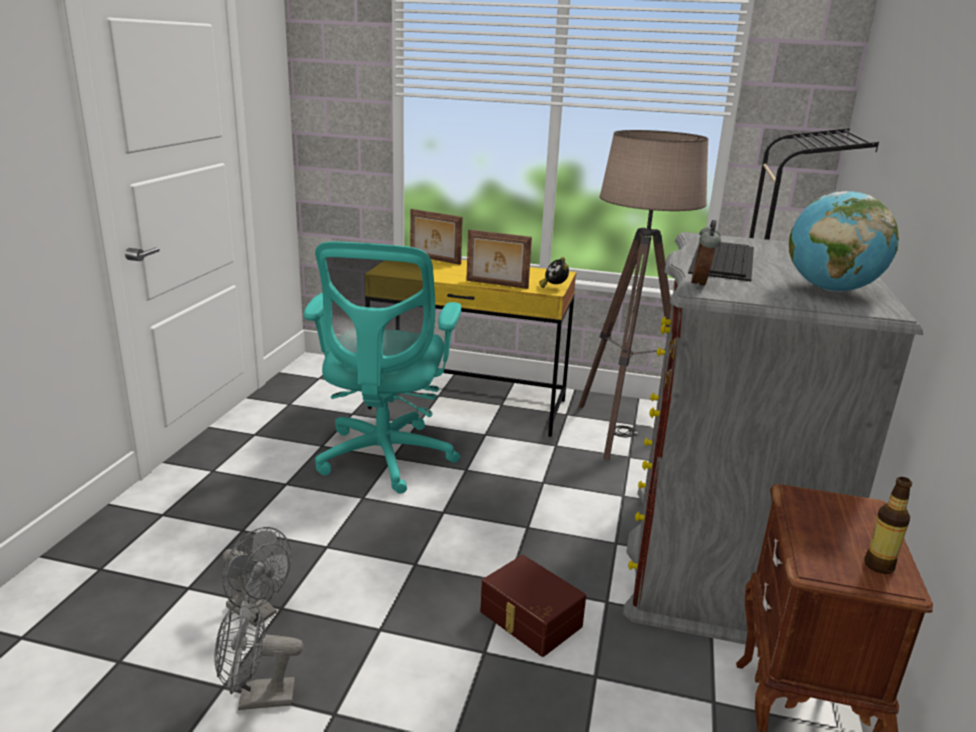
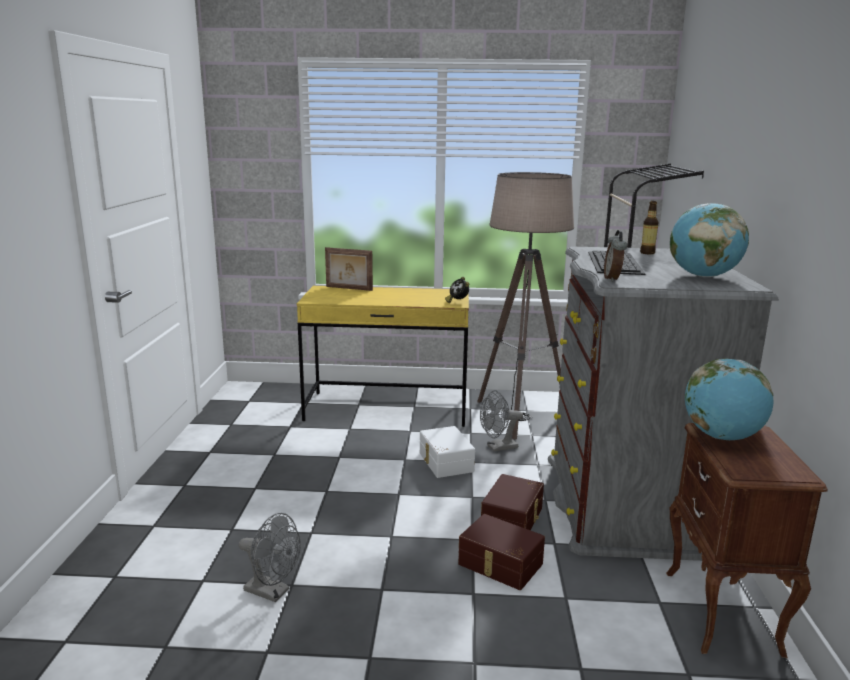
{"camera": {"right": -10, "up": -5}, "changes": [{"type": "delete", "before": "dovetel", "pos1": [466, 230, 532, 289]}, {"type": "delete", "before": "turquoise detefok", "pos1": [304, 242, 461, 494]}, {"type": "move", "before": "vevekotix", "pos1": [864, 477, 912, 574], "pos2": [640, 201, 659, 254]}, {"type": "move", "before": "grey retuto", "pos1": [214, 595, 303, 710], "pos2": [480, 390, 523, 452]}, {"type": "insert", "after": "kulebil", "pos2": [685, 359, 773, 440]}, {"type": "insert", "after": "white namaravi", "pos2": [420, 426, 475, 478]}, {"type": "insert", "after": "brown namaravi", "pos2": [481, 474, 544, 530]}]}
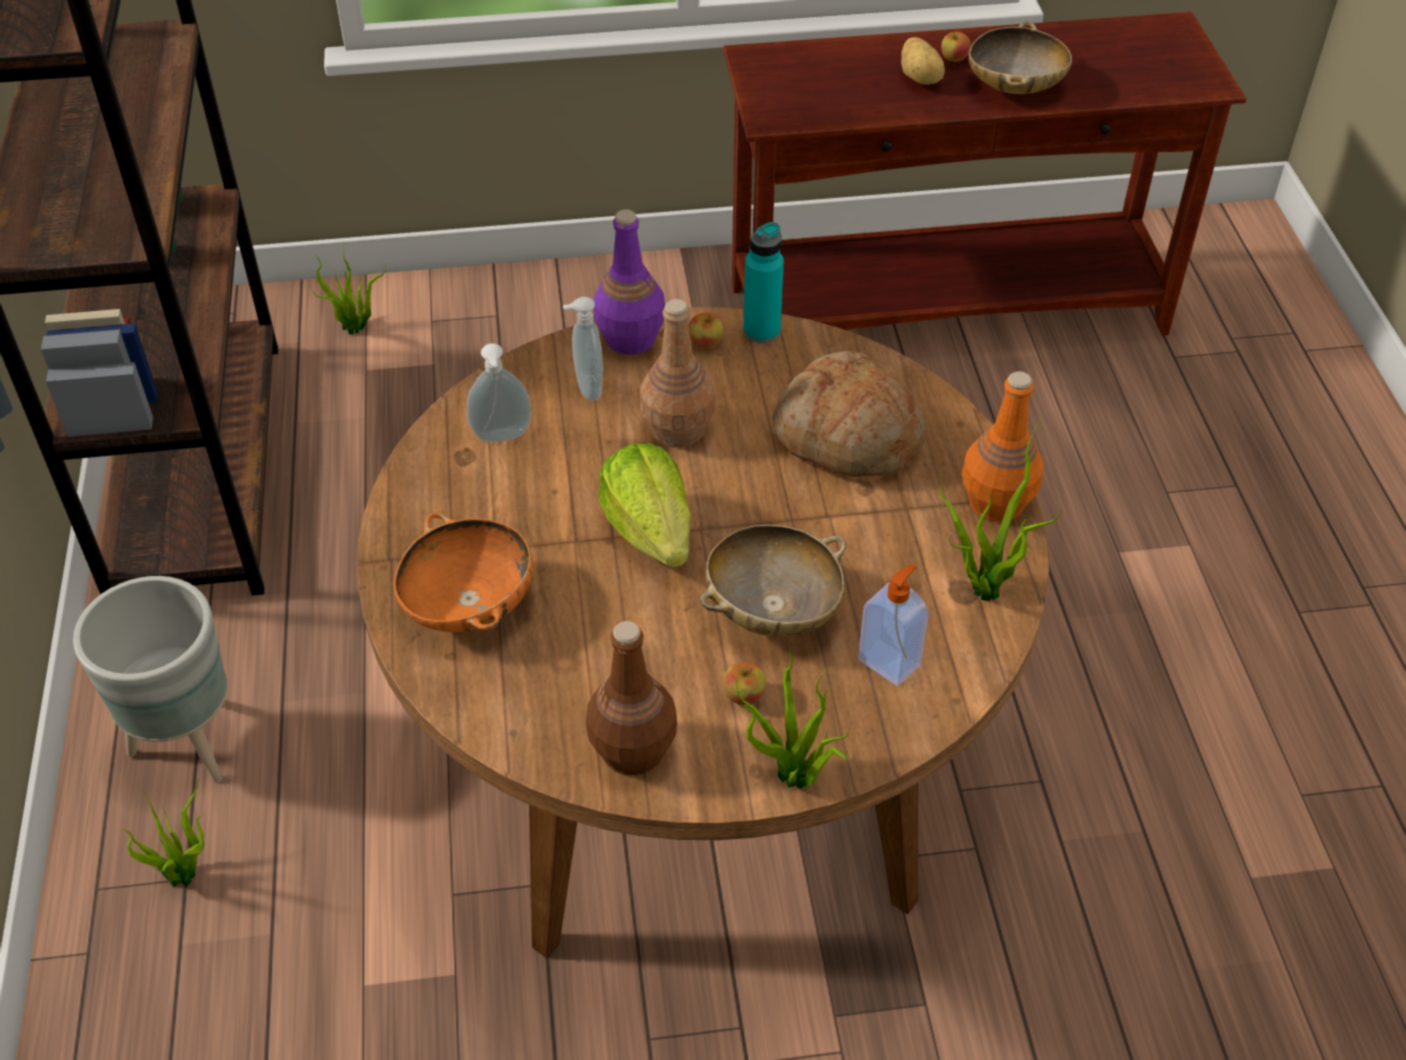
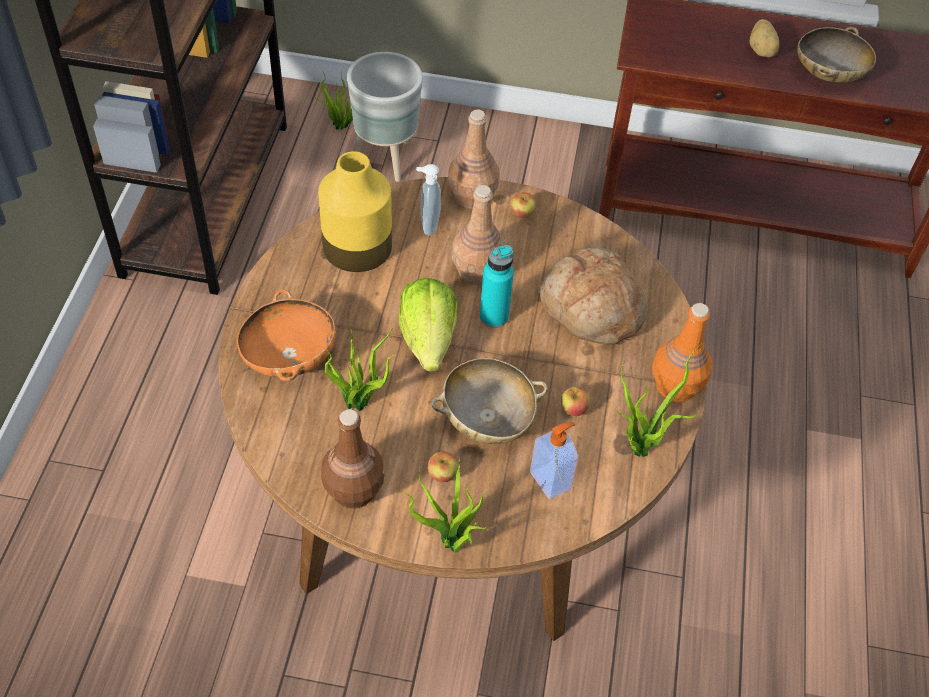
{"camera": {"right": 15, "up": 5}, "changes": [{"type": "move", "before": "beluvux", "pos1": [941, 31, 971, 62], "pos2": [561, 387, 590, 416]}, {"type": "recolor", "before": "purple vevekotix", "after": "brown vevekotix", "pos1": [594, 209, 665, 355], "pos2": [448, 110, 500, 209]}, {"type": "move", "before": "turquoise vevekotix", "pos1": [743, 222, 784, 343], "pos2": [480, 245, 514, 328]}, {"type": "replace", "before": "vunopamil", "after": "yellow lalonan", "pos1": [467, 343, 531, 442], "pos2": [318, 151, 392, 272]}, {"type": "move", "before": "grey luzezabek", "pos1": [73, 576, 227, 783], "pos2": [347, 52, 423, 182]}, {"type": "move", "before": "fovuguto", "pos1": [121, 783, 204, 888], "pos2": [325, 324, 397, 411]}]}
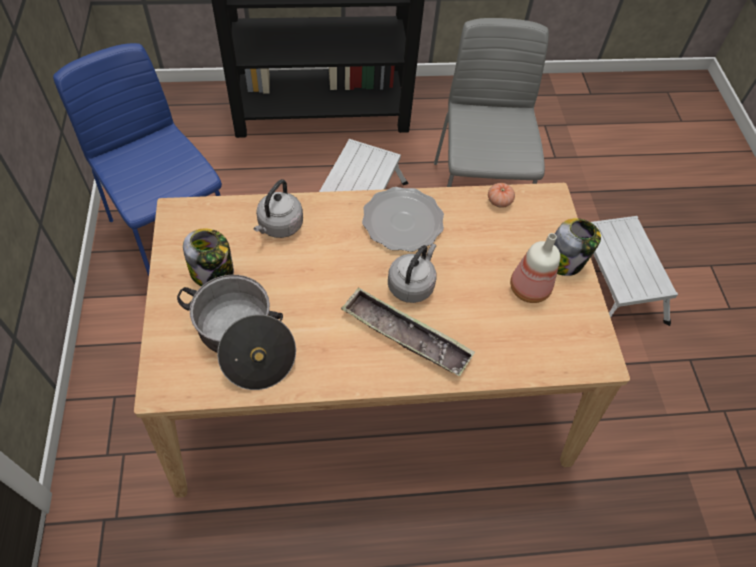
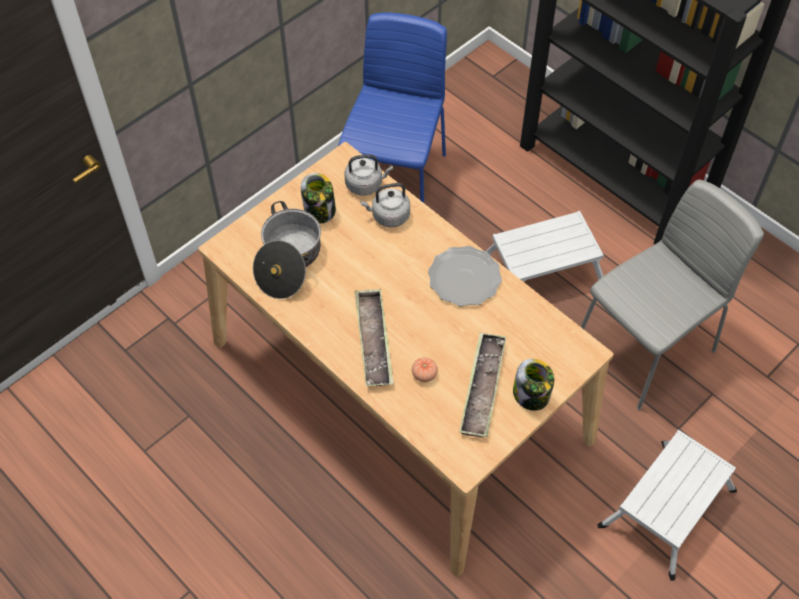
{"camera": {"right": 55, "up": 0}, "changes": [{"type": "move", "before": "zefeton", "pos1": [488, 183, 515, 208], "pos2": [412, 357, 438, 382]}, {"type": "replace", "before": "vevekotix", "after": "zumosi", "pos1": [510, 233, 561, 303], "pos2": [459, 333, 506, 438]}, {"type": "move", "before": "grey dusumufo", "pos1": [388, 244, 436, 303], "pos2": [345, 154, 393, 195]}]}
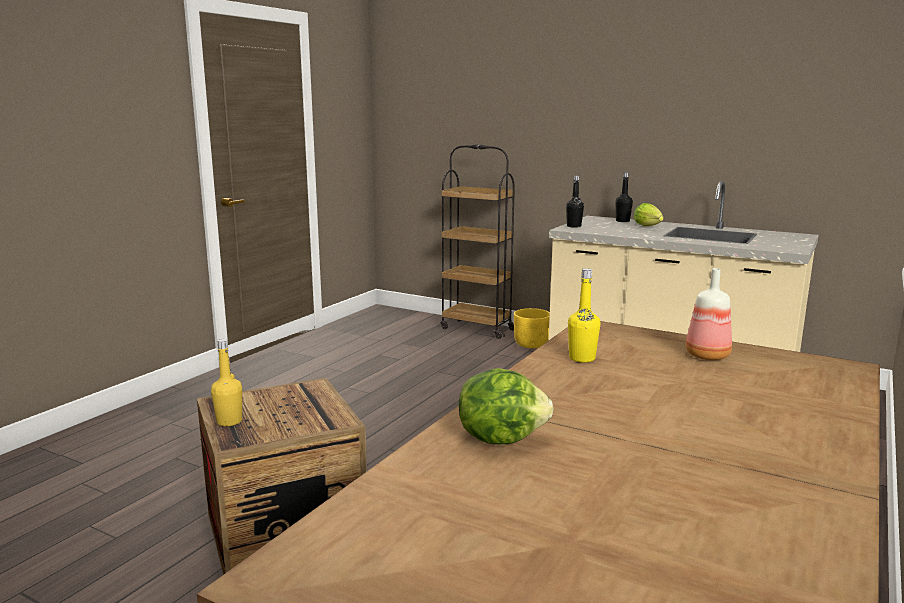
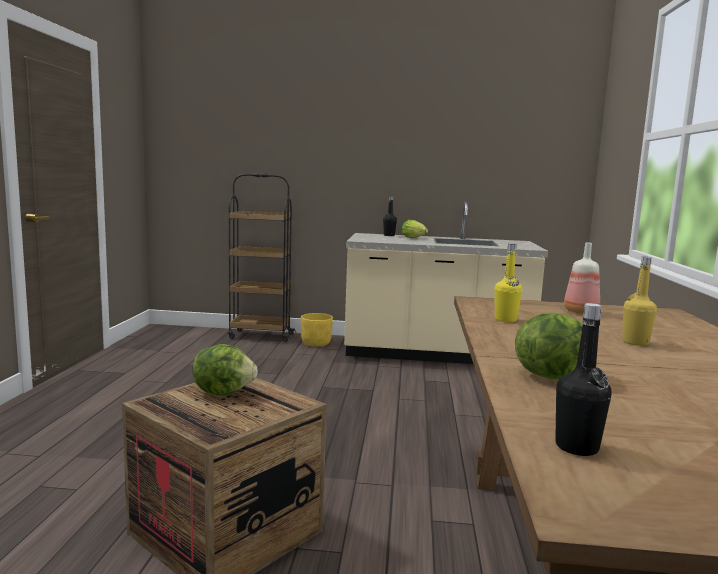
{"camera": {"right": -25, "up": -5}, "changes": [{"type": "move", "before": "black vevekotix", "pos1": [566, 175, 584, 228], "pos2": [555, 303, 611, 456]}, {"type": "move", "before": "yellow vevekotix", "pos1": [211, 339, 242, 426], "pos2": [622, 257, 657, 346]}, {"type": "insert", "after": "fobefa", "pos2": [192, 344, 258, 395]}]}
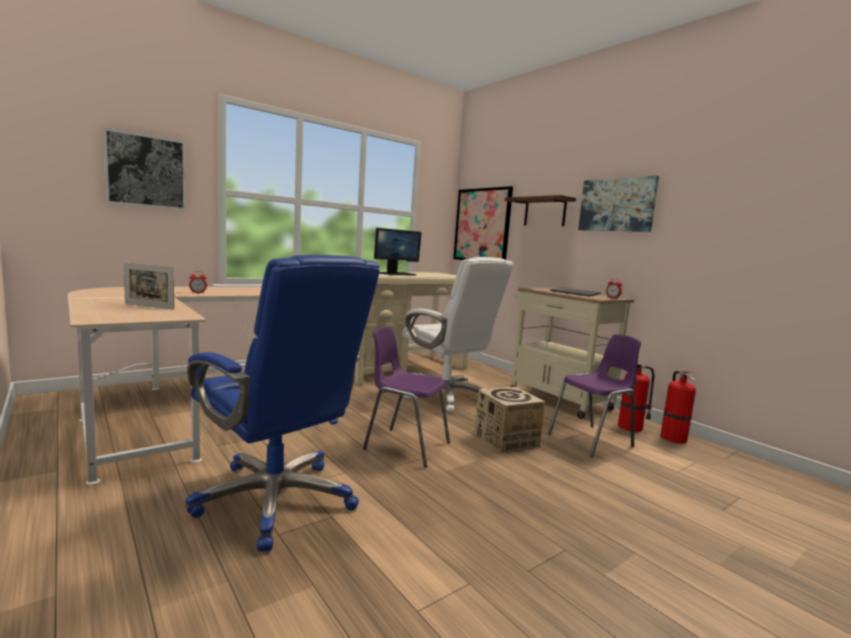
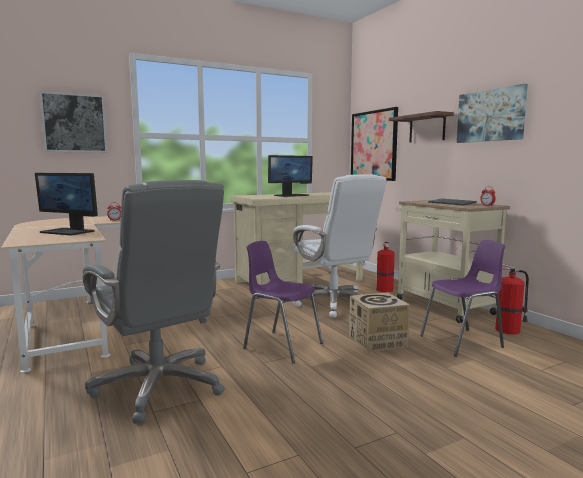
{"camera": {"right": 10, "up": 0}, "changes": [{"type": "recolor", "before": "blue detefok", "after": "grey detefok", "pos1": [186, 255, 380, 552], "pos2": [83, 180, 225, 424]}, {"type": "replace", "before": "dovetel", "after": "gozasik", "pos1": [124, 262, 174, 309], "pos2": [35, 173, 98, 235]}, {"type": "move", "before": "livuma", "pos1": [661, 371, 696, 444], "pos2": [376, 242, 395, 293]}]}
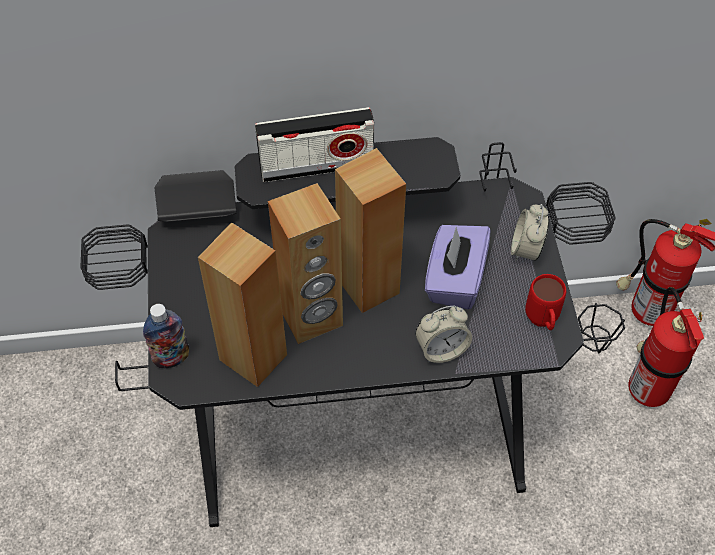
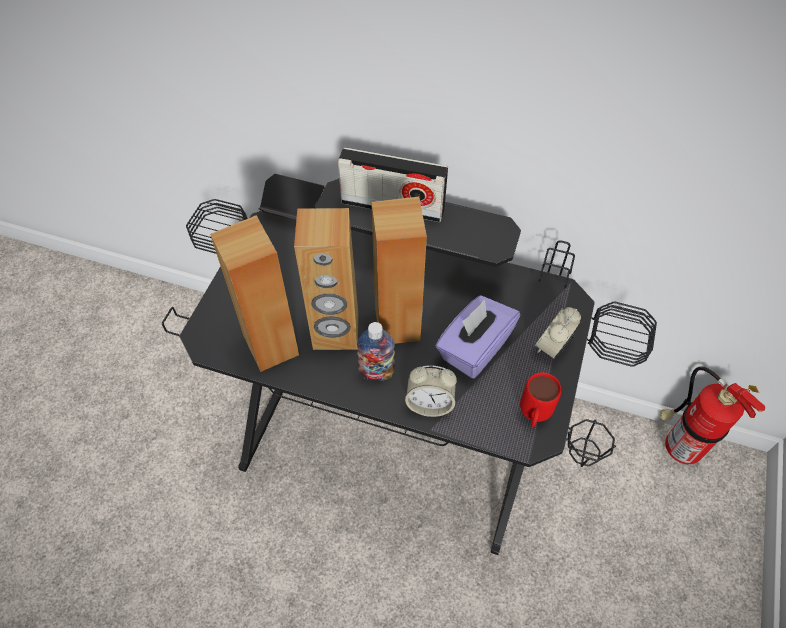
{"camera": {"right": 25, "up": 0}, "changes": [{"type": "delete", "before": "livuma", "pos1": [628, 287, 704, 407]}, {"type": "move", "before": "vevekotix", "pos1": [143, 304, 189, 368], "pos2": [357, 322, 395, 381]}]}
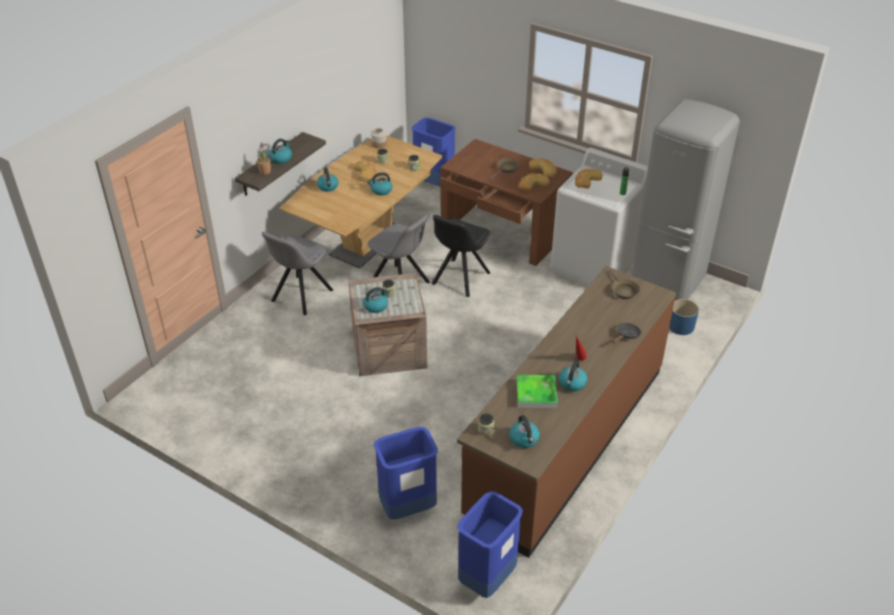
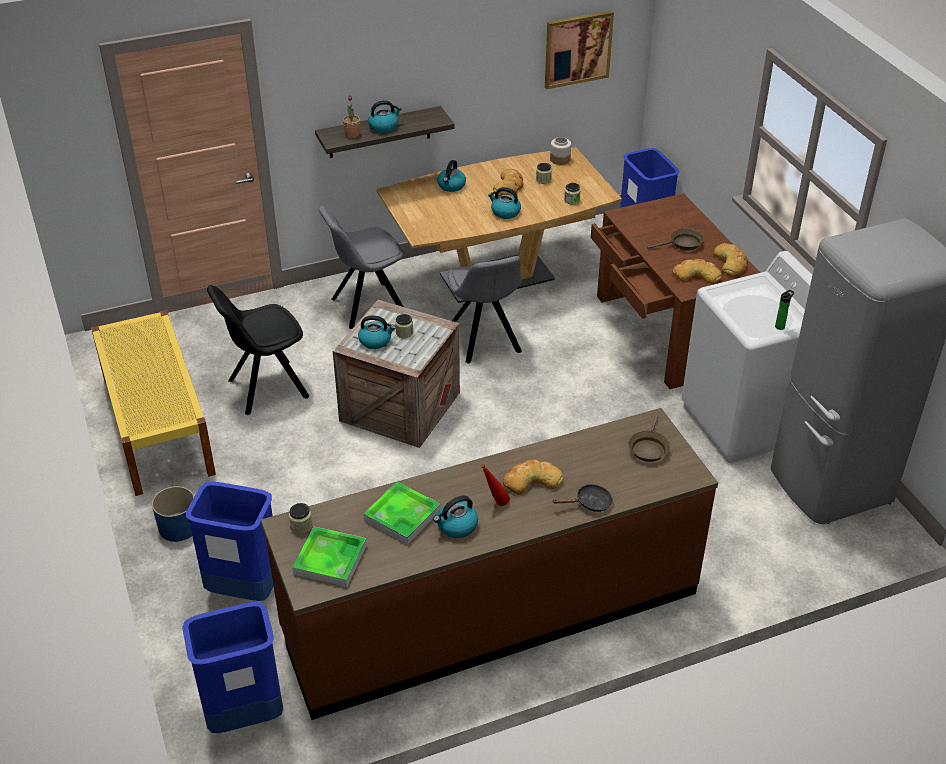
{"camera": {"right": 35, "up": 0}, "changes": [{"type": "move", "before": "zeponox", "pos1": [575, 168, 603, 189], "pos2": [503, 460, 563, 495]}, {"type": "move", "before": "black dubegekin", "pos1": [432, 215, 490, 297], "pos2": [207, 285, 309, 415]}, {"type": "move", "before": "blue luzezabek", "pos1": [669, 299, 699, 335], "pos2": [152, 486, 194, 542]}, {"type": "replace", "before": "dusumufo", "after": "zumosi", "pos1": [509, 415, 540, 448], "pos2": [292, 527, 367, 587]}, {"type": "insert", "after": "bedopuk", "pos2": [545, 11, 614, 89]}, {"type": "insert", "after": "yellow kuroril", "pos2": [91, 310, 216, 496]}]}
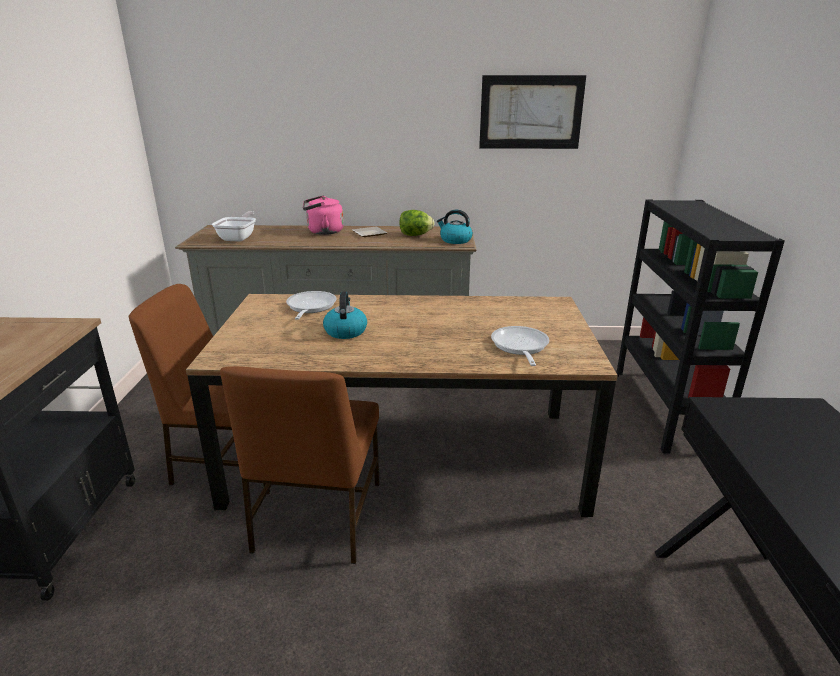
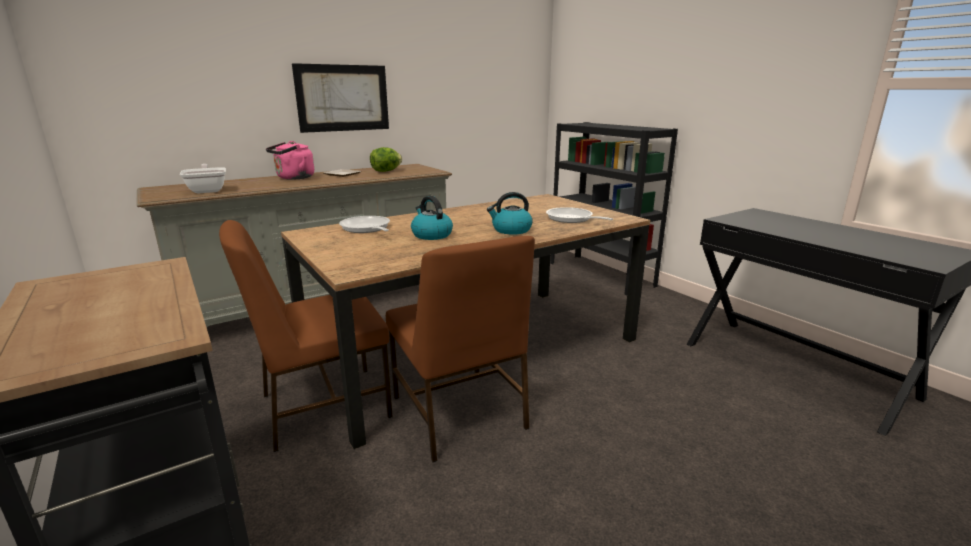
{"camera": {"right": -35, "up": -5}, "changes": [{"type": "move", "before": "bedopuk", "pos1": [479, 75, 586, 149], "pos2": [292, 63, 389, 133]}, {"type": "move", "before": "dusumufo", "pos1": [437, 210, 473, 244], "pos2": [487, 192, 533, 235]}]}
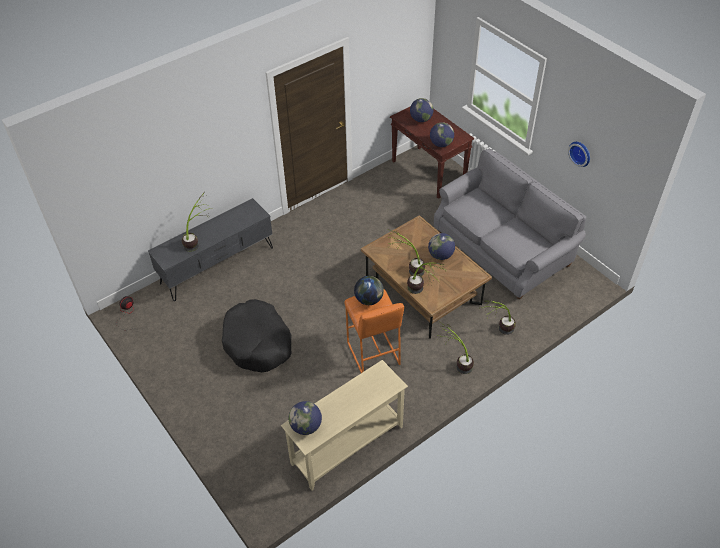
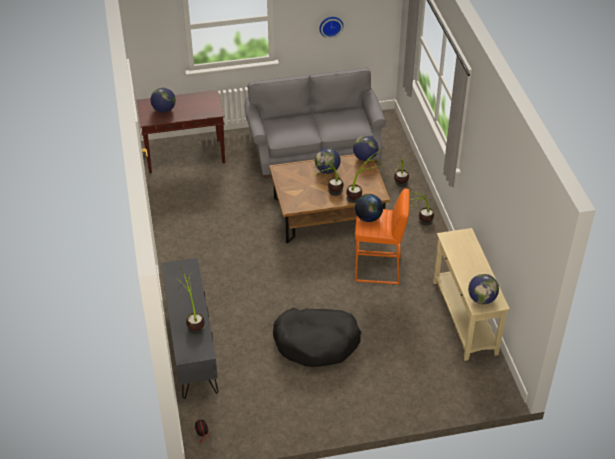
{"camera": {"right": -65, "up": -5}, "changes": [{"type": "move", "before": "kulebil", "pos1": [430, 122, 454, 147], "pos2": [353, 135, 378, 161]}]}
